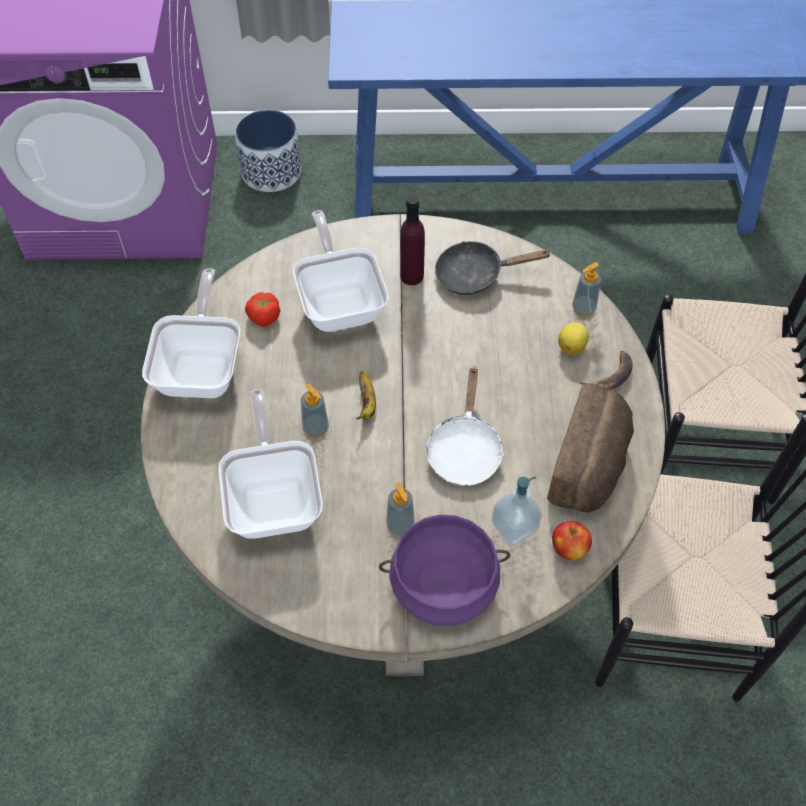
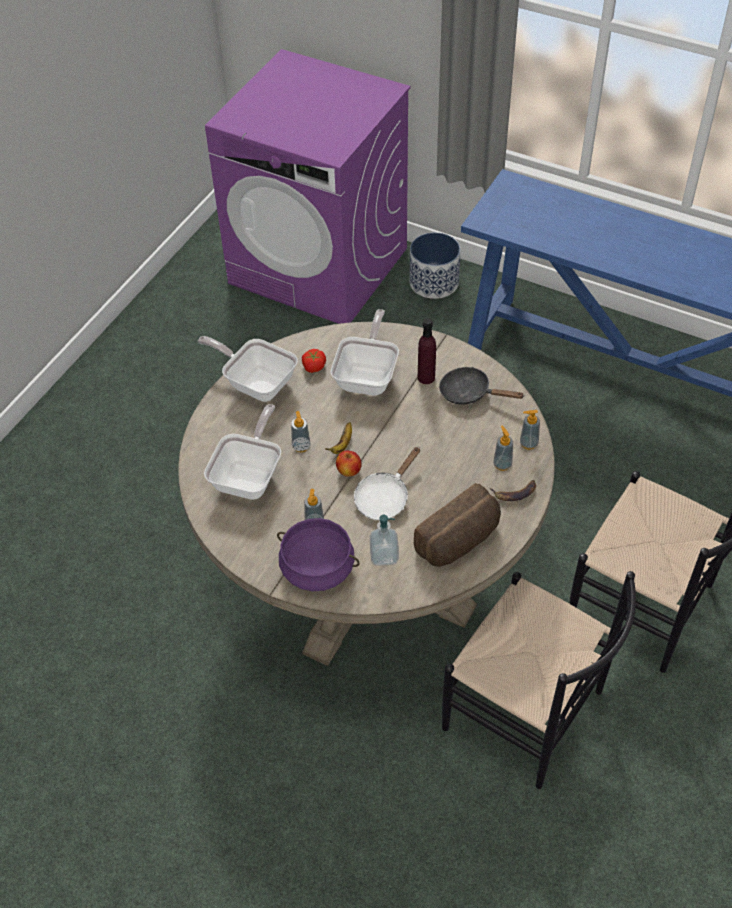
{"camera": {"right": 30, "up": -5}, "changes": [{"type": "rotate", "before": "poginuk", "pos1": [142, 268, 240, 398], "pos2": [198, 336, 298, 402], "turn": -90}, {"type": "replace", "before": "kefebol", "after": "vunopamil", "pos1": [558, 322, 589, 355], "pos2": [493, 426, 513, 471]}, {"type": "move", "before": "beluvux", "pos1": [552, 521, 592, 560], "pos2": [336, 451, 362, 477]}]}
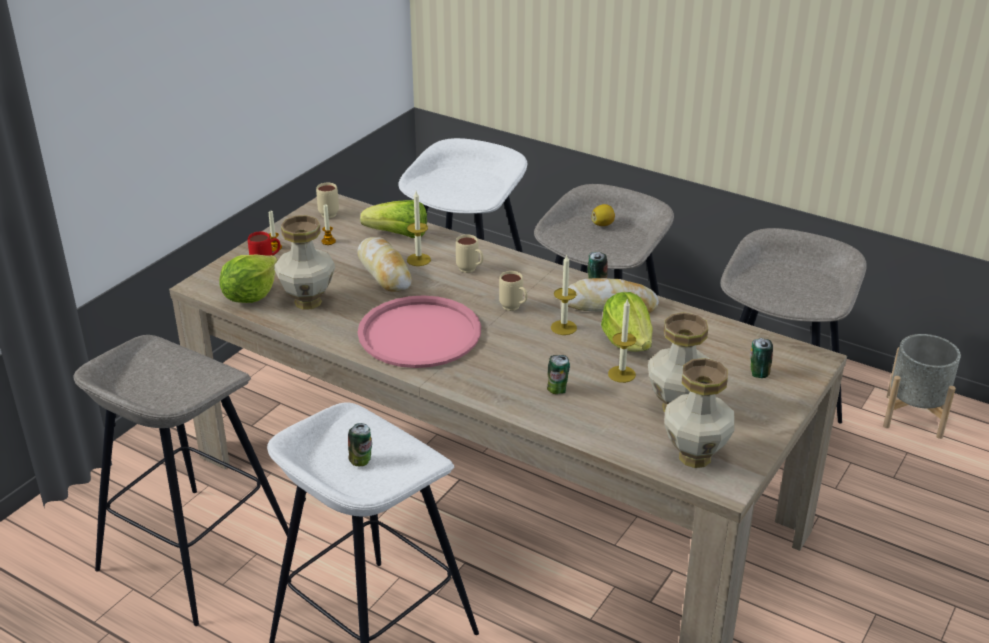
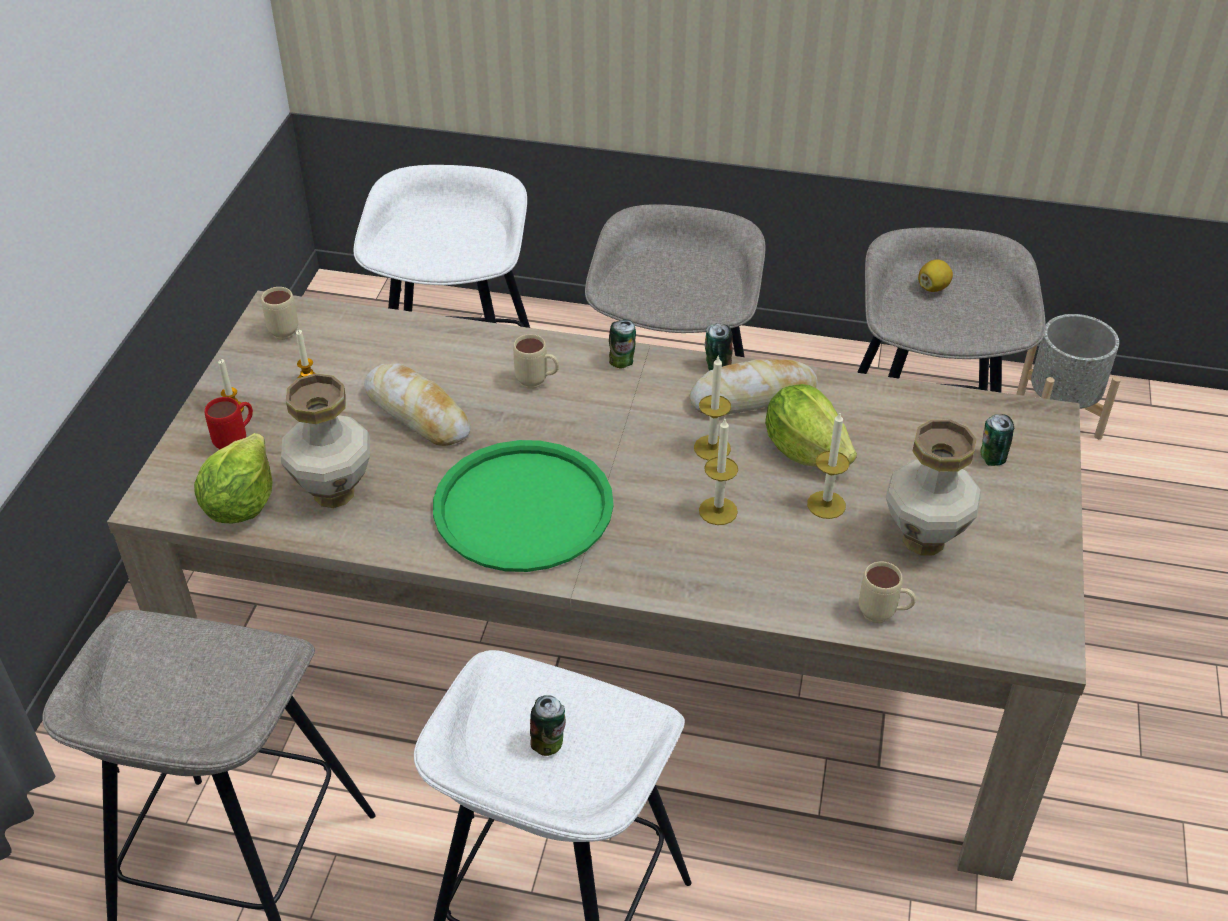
{"camera": {"right": -20, "up": 10}, "changes": [{"type": "move", "before": "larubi", "pos1": [407, 191, 431, 266], "pos2": [699, 419, 738, 525]}, {"type": "delete", "before": "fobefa", "pos1": [360, 200, 427, 238]}, {"type": "move", "before": "kefebol", "pos1": [592, 204, 615, 226], "pos2": [918, 259, 953, 292]}, {"type": "move", "before": "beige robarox", "pos1": [499, 271, 528, 311], "pos2": [859, 561, 916, 623]}, {"type": "recolor", "before": "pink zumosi", "after": "green zumosi", "pos1": [358, 295, 481, 368], "pos2": [433, 440, 614, 572]}, {"type": "move", "before": "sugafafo", "pos1": [547, 355, 570, 394], "pos2": [609, 319, 636, 368]}, {"type": "delete", "before": "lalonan", "pos1": [664, 358, 735, 468]}]}
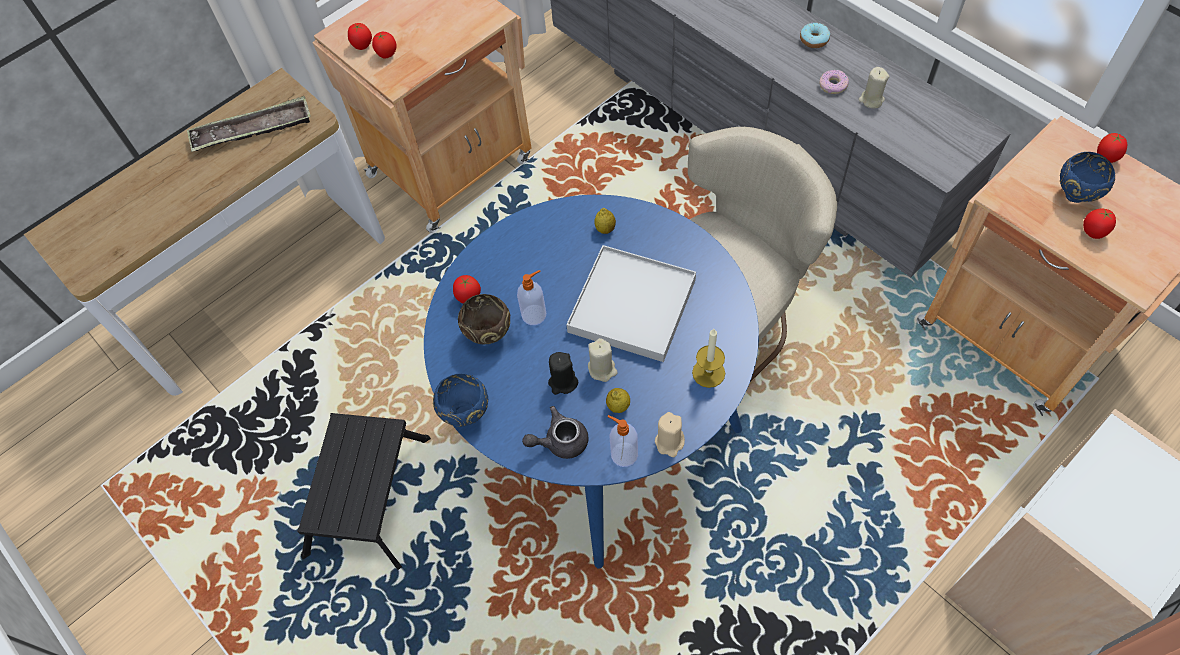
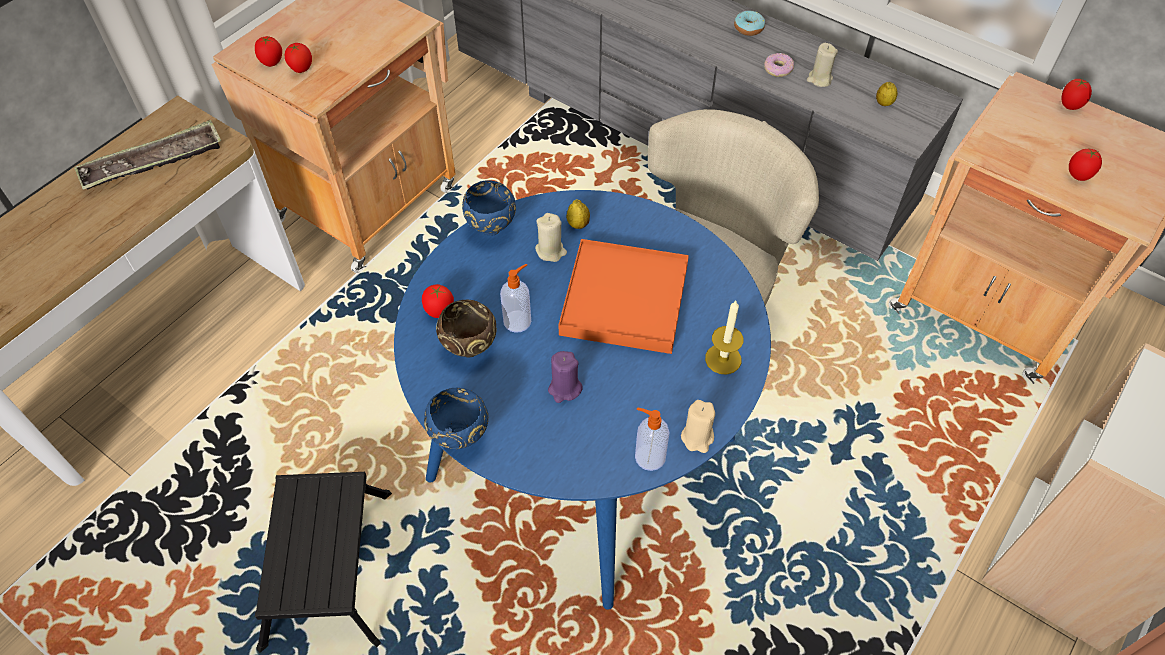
{"camera": {"right": -15, "up": -5}, "changes": [{"type": "move", "before": "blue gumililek", "pos1": [1060, 152, 1115, 203], "pos2": [462, 180, 516, 236]}, {"type": "recolor", "before": "white zumosi", "after": "orange zumosi", "pos1": [566, 245, 696, 362], "pos2": [558, 239, 689, 354]}, {"type": "move", "before": "beige larubi", "pos1": [588, 338, 618, 382], "pos2": [535, 213, 567, 262]}, {"type": "recolor", "before": "black larubi", "after": "purple larubi", "pos1": [548, 352, 578, 395], "pos2": [548, 351, 583, 403]}, {"type": "move", "before": "kefebol", "pos1": [606, 388, 630, 413], "pos2": [876, 82, 898, 106]}, {"type": "delete", "before": "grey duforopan", "pos1": [522, 406, 589, 459]}]}
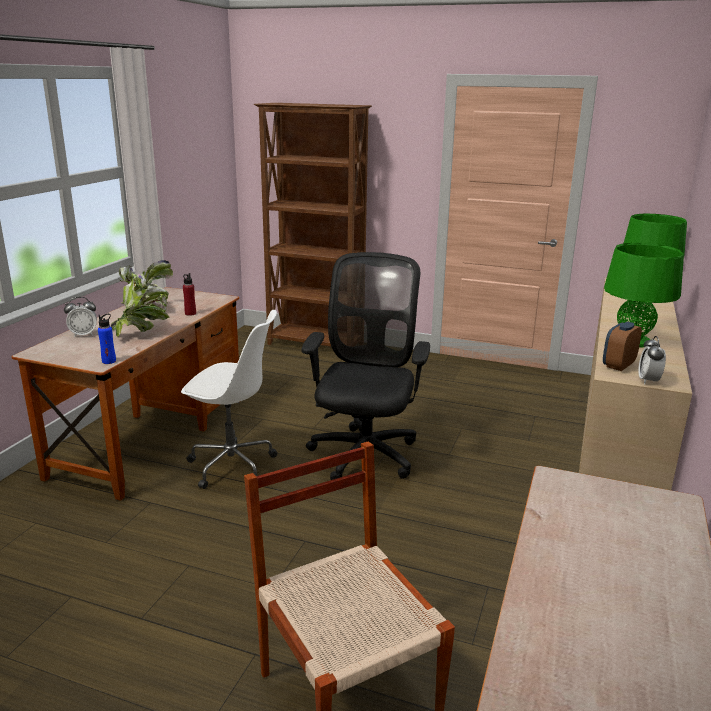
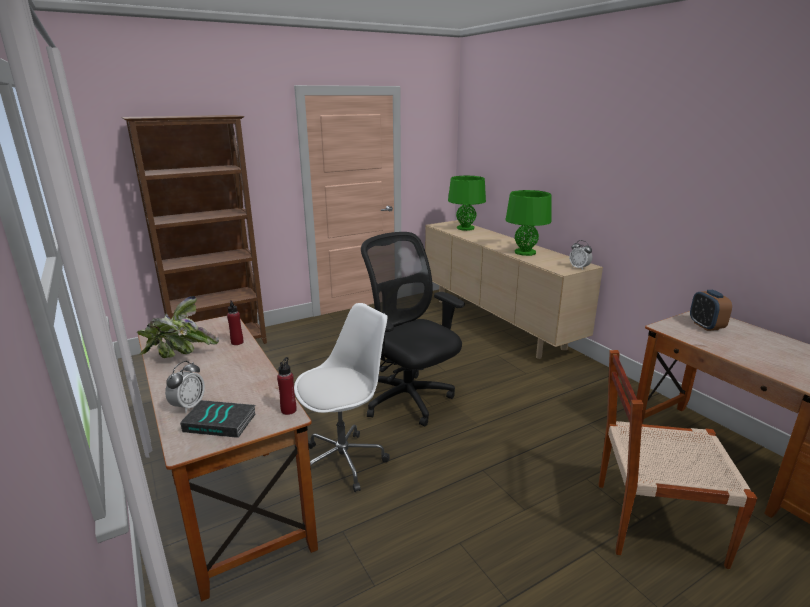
{"camera": {"right": -50, "up": 0}, "changes": [{"type": "delete", "before": "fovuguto", "pos1": [111, 276, 169, 337]}, {"type": "recolor", "before": "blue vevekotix", "after": "red vevekotix", "pos1": [98, 314, 116, 364], "pos2": [277, 357, 297, 415]}, {"type": "move", "before": "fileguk", "pos1": [603, 322, 642, 371], "pos2": [690, 290, 732, 331]}, {"type": "insert", "after": "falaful", "pos2": [180, 400, 256, 438]}]}
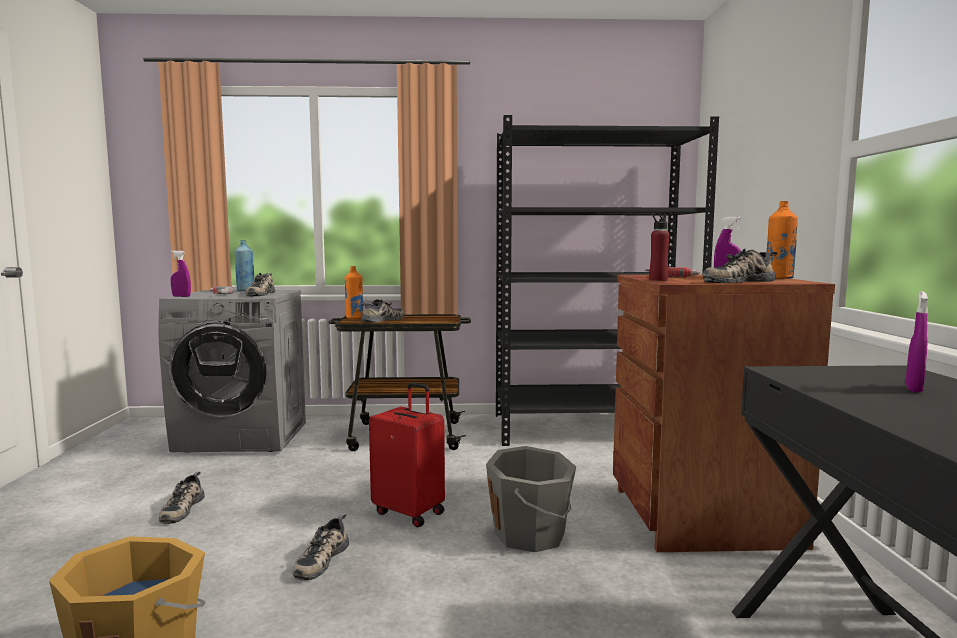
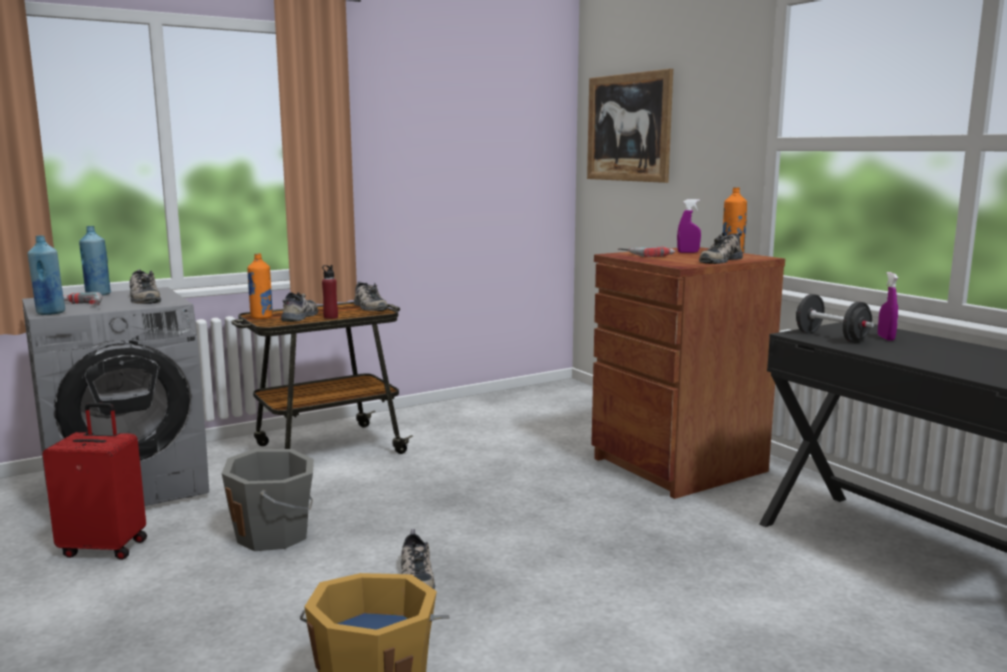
{"camera": {"right": -30, "up": 5}, "changes": [{"type": "delete", "before": "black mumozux", "pos1": [496, 115, 719, 446]}, {"type": "move", "before": "red vevekotix", "pos1": [649, 213, 670, 281], "pos2": [322, 265, 338, 319]}, {"type": "replace", "before": "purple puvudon", "after": "blue vevekotix", "pos1": [171, 250, 191, 297], "pos2": [28, 235, 65, 315]}, {"type": "move", "before": "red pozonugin", "pos1": [369, 382, 445, 528], "pos2": [43, 403, 147, 560]}, {"type": "move", "before": "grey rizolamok", "pos1": [486, 446, 576, 552], "pos2": [222, 449, 314, 551]}, {"type": "move", "before": "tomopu", "pos1": [158, 472, 205, 524], "pos2": [354, 281, 388, 311]}, {"type": "insert", "after": "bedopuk", "pos2": [587, 69, 673, 183]}, {"type": "insert", "after": "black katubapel", "pos2": [796, 294, 874, 343]}]}
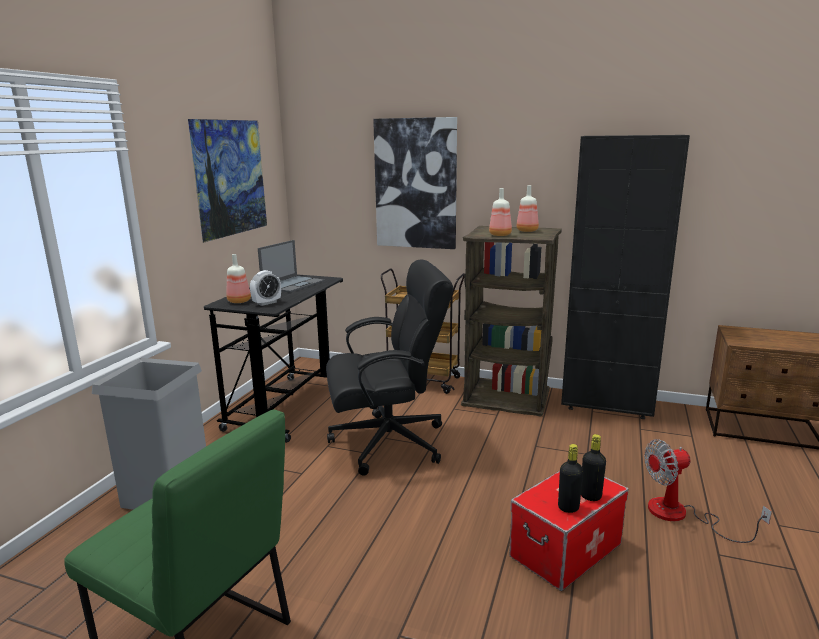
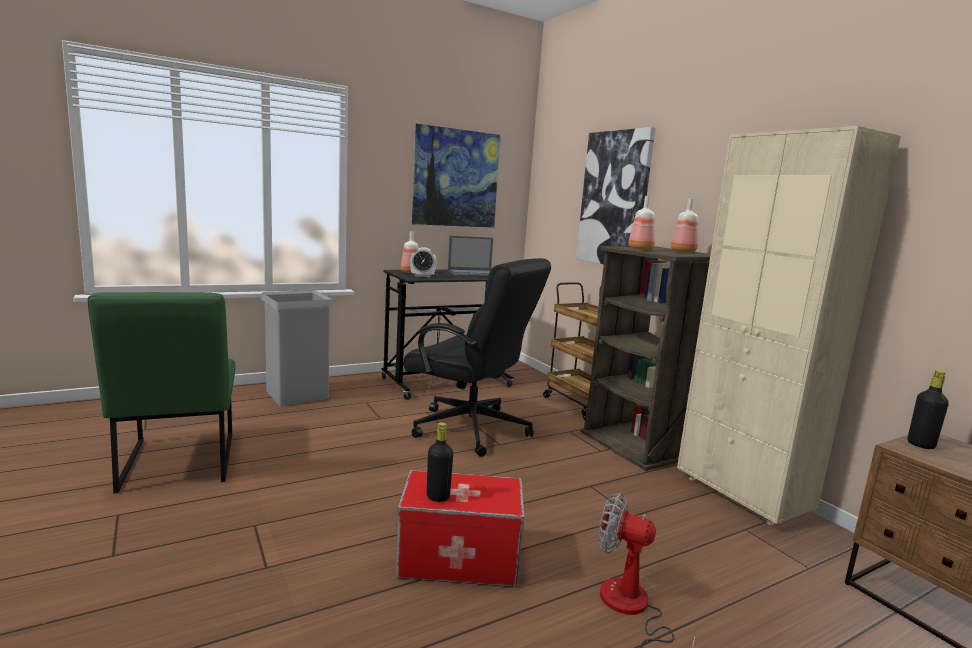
{"camera": {"right": 40, "up": -5}, "changes": [{"type": "recolor", "before": "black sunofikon", "after": "beige sunofikon", "pos1": [561, 135, 690, 419], "pos2": [677, 126, 901, 526]}, {"type": "move", "before": "black vevekotix", "pos1": [581, 434, 606, 501], "pos2": [907, 370, 949, 449]}]}
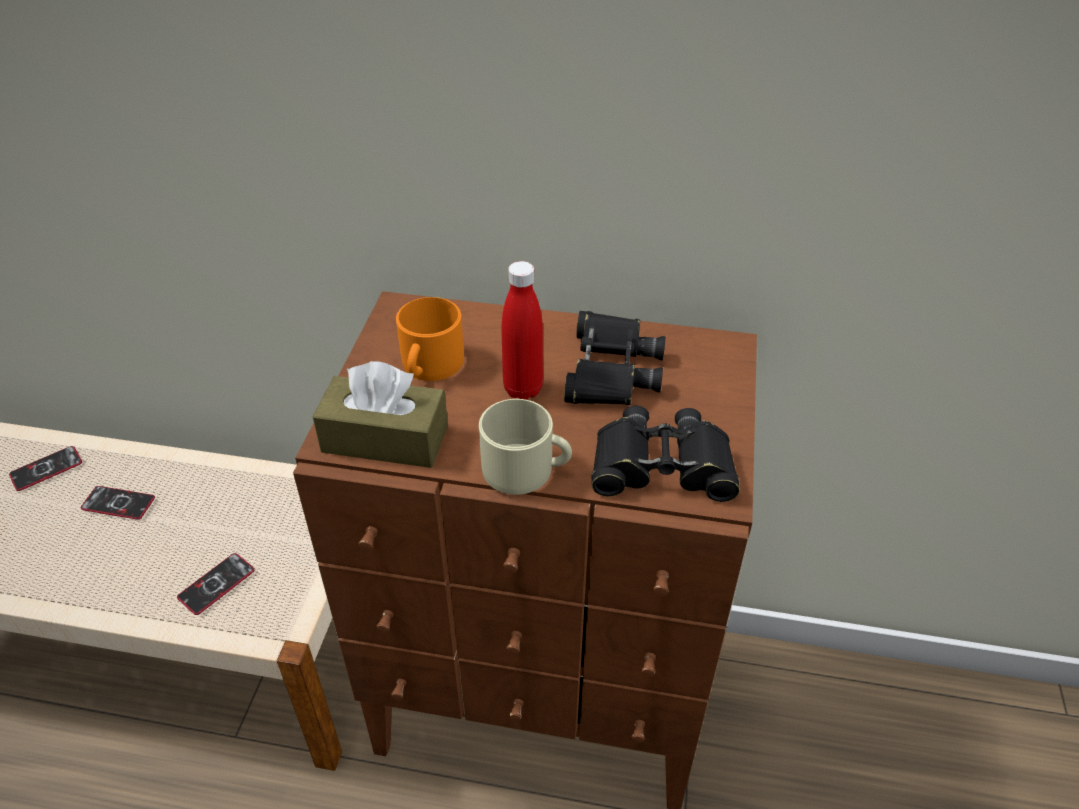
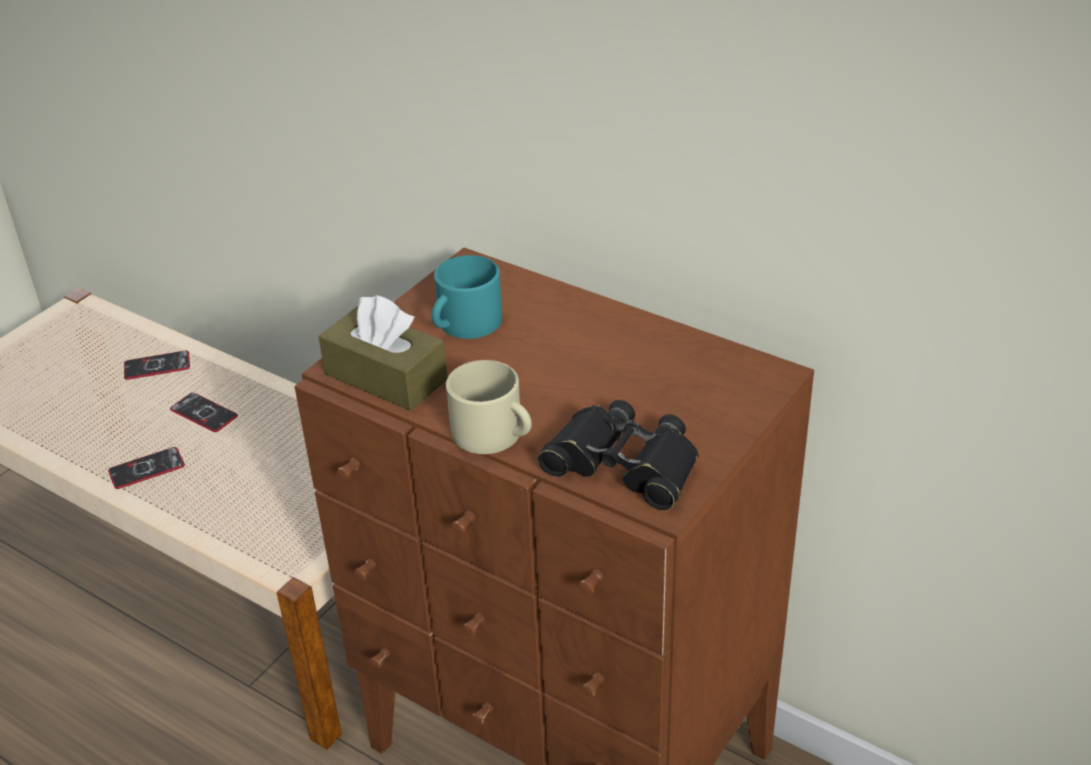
{"camera": {"right": 25, "up": -5}, "changes": [{"type": "delete", "before": "red vevekotix", "pos1": [501, 261, 543, 400]}, {"type": "recolor", "before": "orange robarox", "after": "turquoise robarox", "pos1": [396, 297, 464, 381], "pos2": [432, 255, 502, 339]}, {"type": "delete", "before": "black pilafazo", "pos1": [564, 311, 665, 405]}, {"type": "move", "before": "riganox", "pos1": [177, 553, 255, 615], "pos2": [108, 447, 185, 489]}]}
